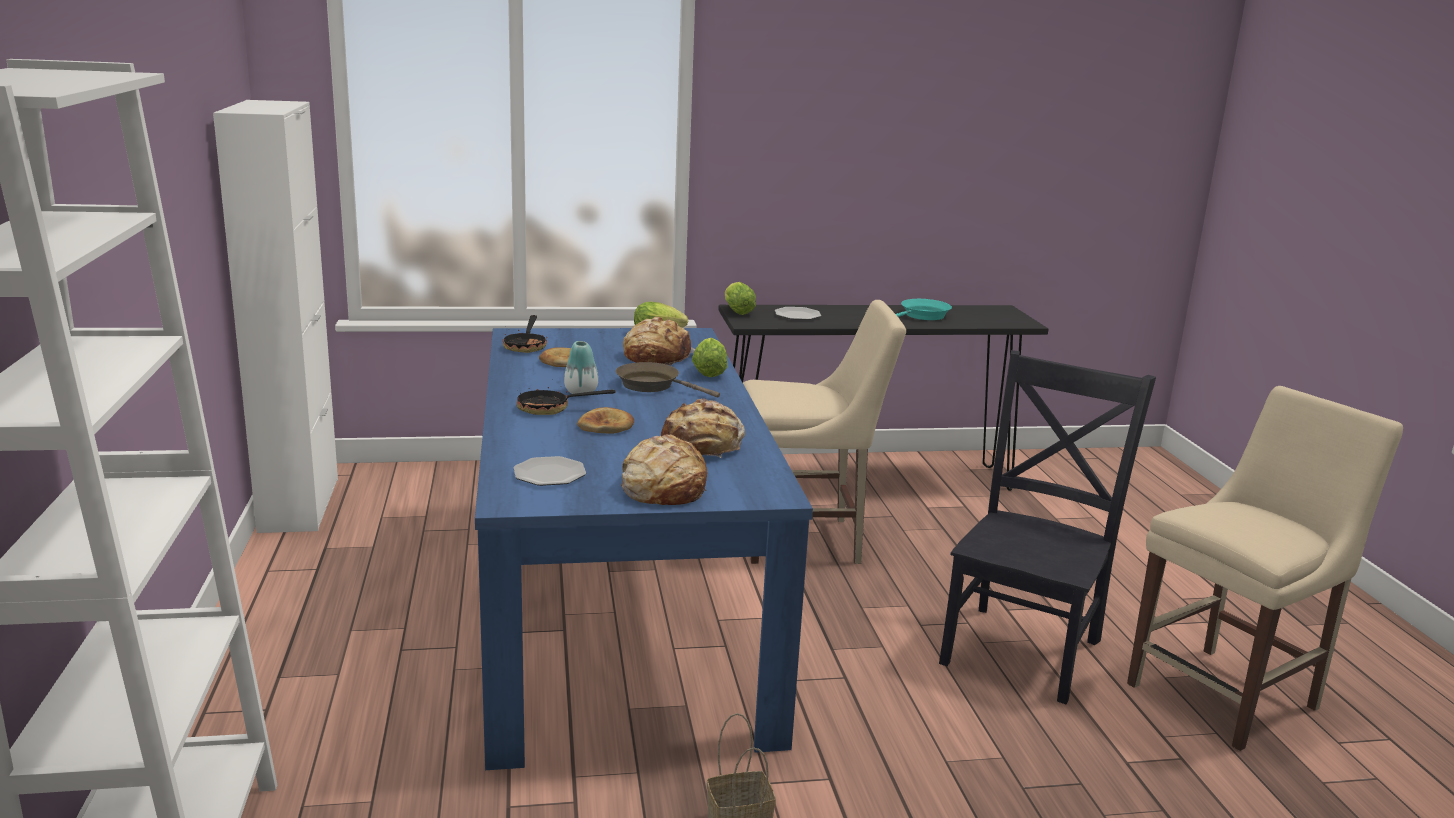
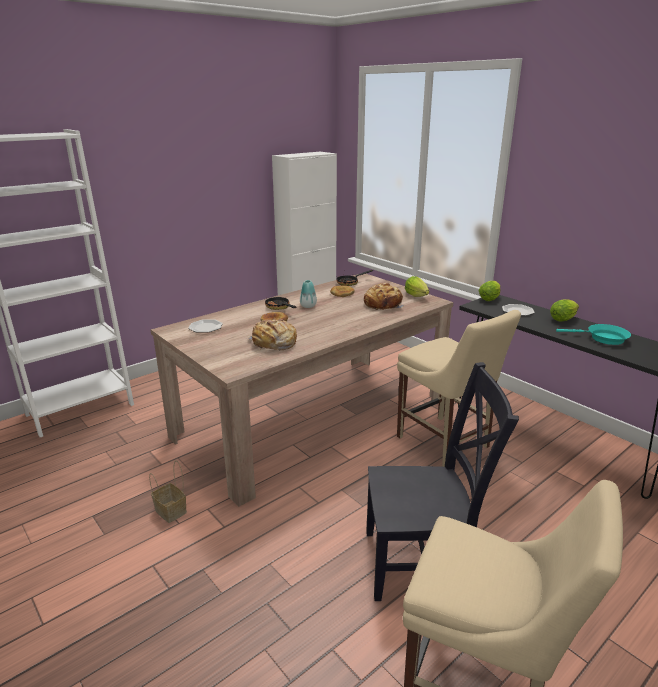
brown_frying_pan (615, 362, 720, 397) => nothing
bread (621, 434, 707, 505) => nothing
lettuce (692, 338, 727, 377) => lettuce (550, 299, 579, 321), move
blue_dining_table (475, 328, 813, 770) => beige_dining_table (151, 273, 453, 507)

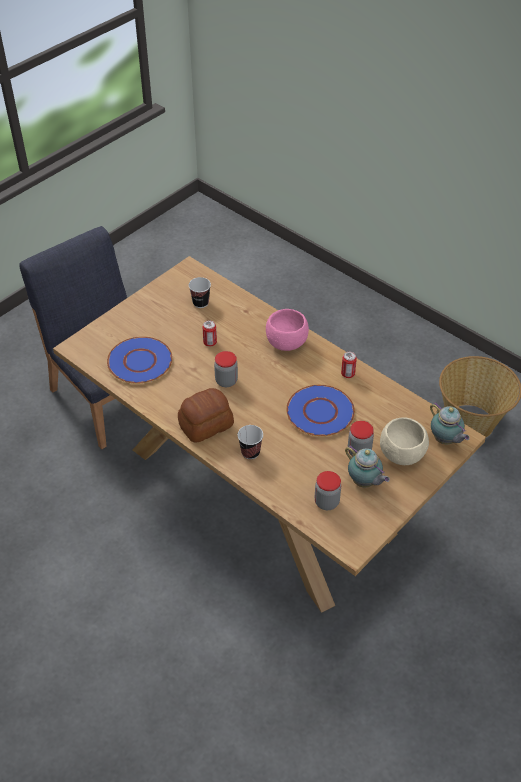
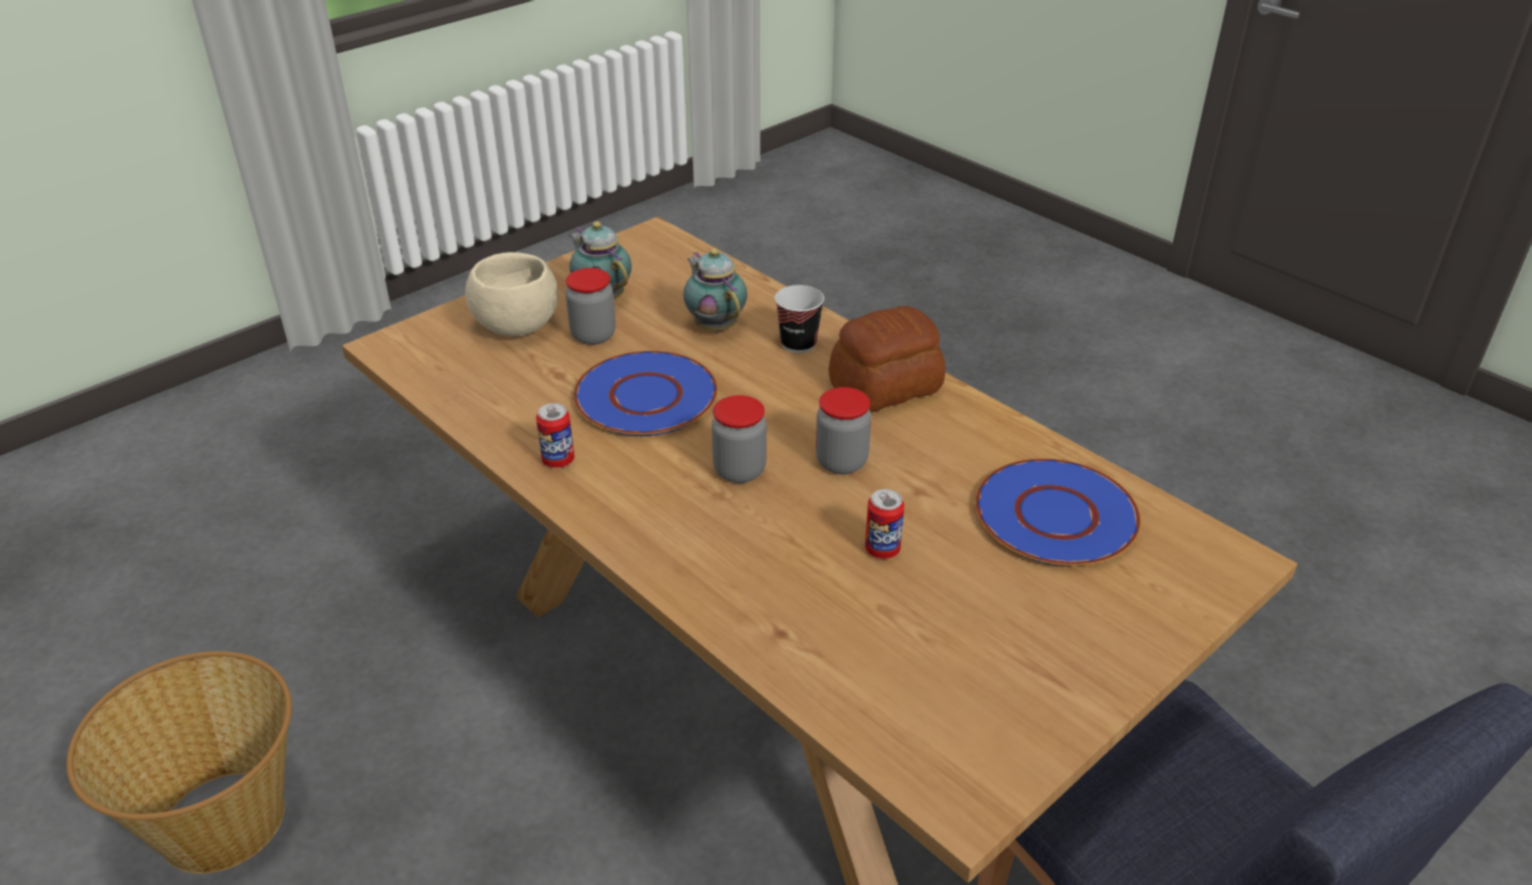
cup (189, 277, 211, 308) => nothing
pink_bowl (266, 309, 309, 351) => nothing
jar (314, 471, 341, 510) => jar (712, 395, 766, 483), move
teapot (430, 402, 470, 444) => teapot (683, 248, 747, 332), move

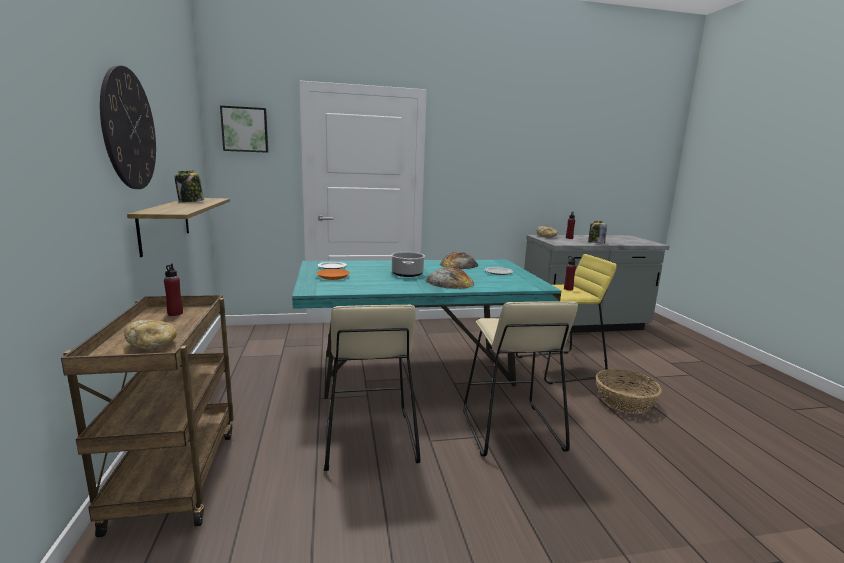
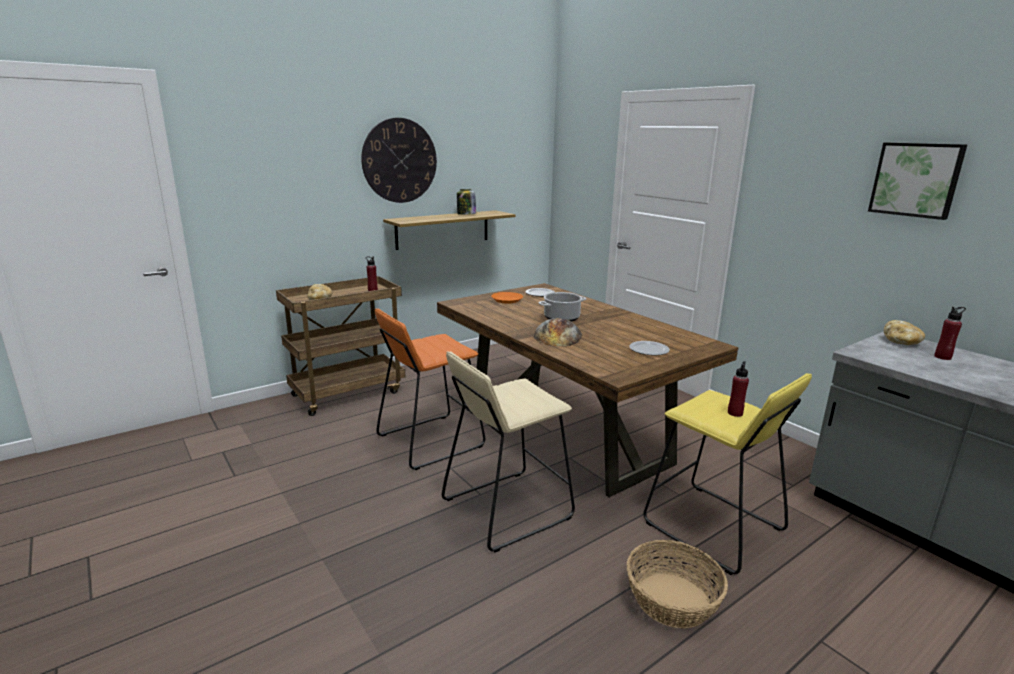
bread (440, 252, 478, 269) => nothing
jar (588, 221, 607, 243) => nothing
picture (220, 106, 268, 153) => picture (868, 143, 967, 220), move
turquoise_dining_table (292, 260, 562, 399) => brown_dining_table (437, 283, 738, 498)
beige_stool (324, 304, 420, 471) => orange_stool (375, 308, 485, 470)

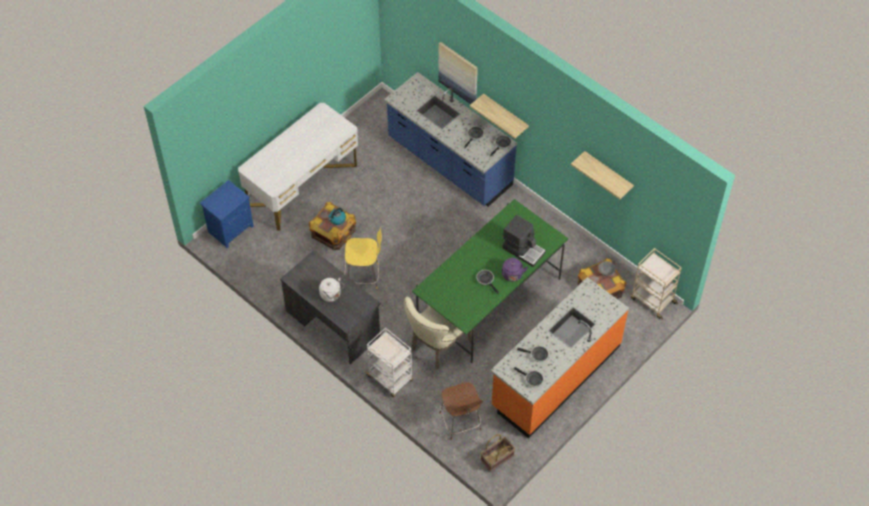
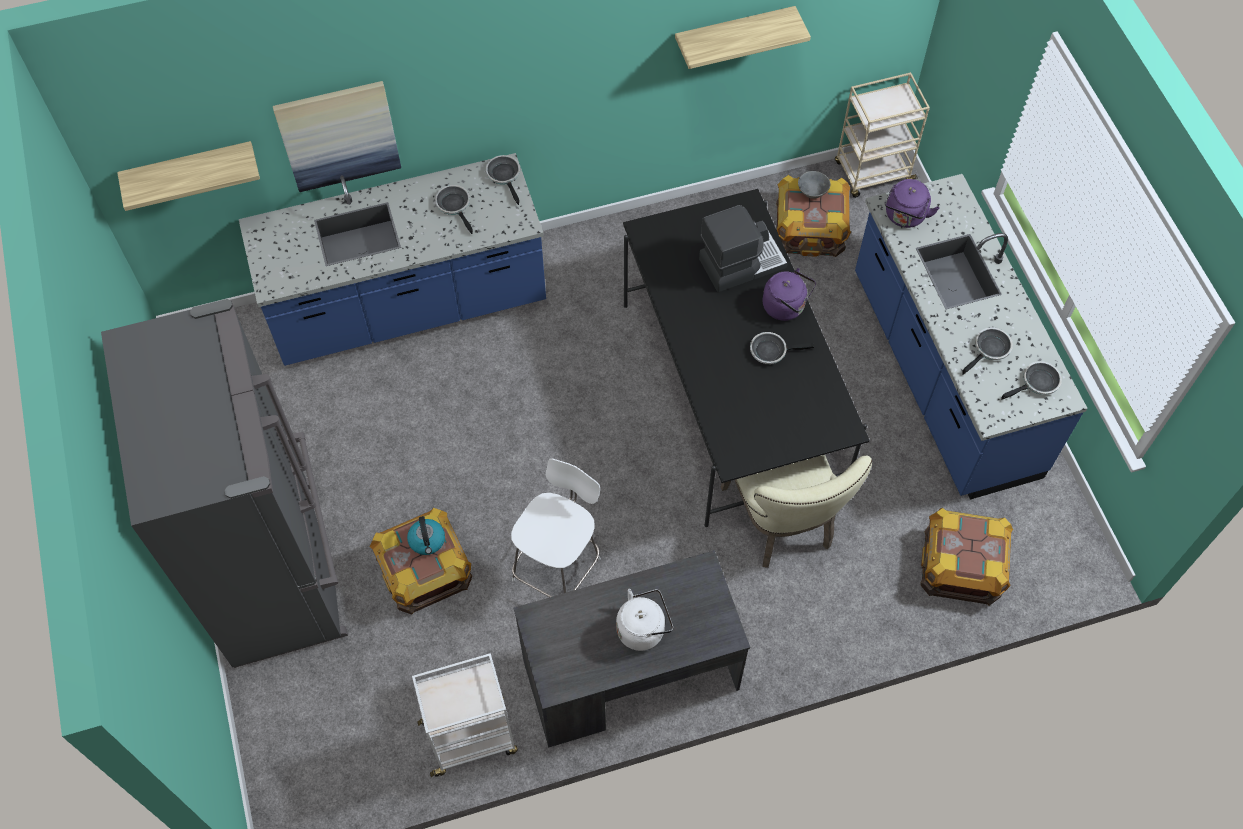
blue_nightstand (200, 180, 254, 249) => nothing
basket (480, 434, 515, 472) => nothing
nothing => purple_kettle (885, 179, 940, 228)
white_cart (366, 327, 413, 397) => white_cart (412, 653, 518, 777), move
shelf (470, 93, 529, 139) => shelf (117, 141, 260, 211), move
white_desk (238, 103, 358, 231) => grey_fridge (101, 299, 348, 668)
brown_stool (440, 382, 483, 440) => crate (920, 508, 1013, 606)
yellow_stool (345, 227, 382, 289) => white_stool (511, 459, 601, 597)
green_dining_table (412, 199, 568, 363) => black_dining_table (623, 189, 870, 527)
orange_counter (490, 277, 629, 438) => blue_counter (855, 174, 1087, 500)

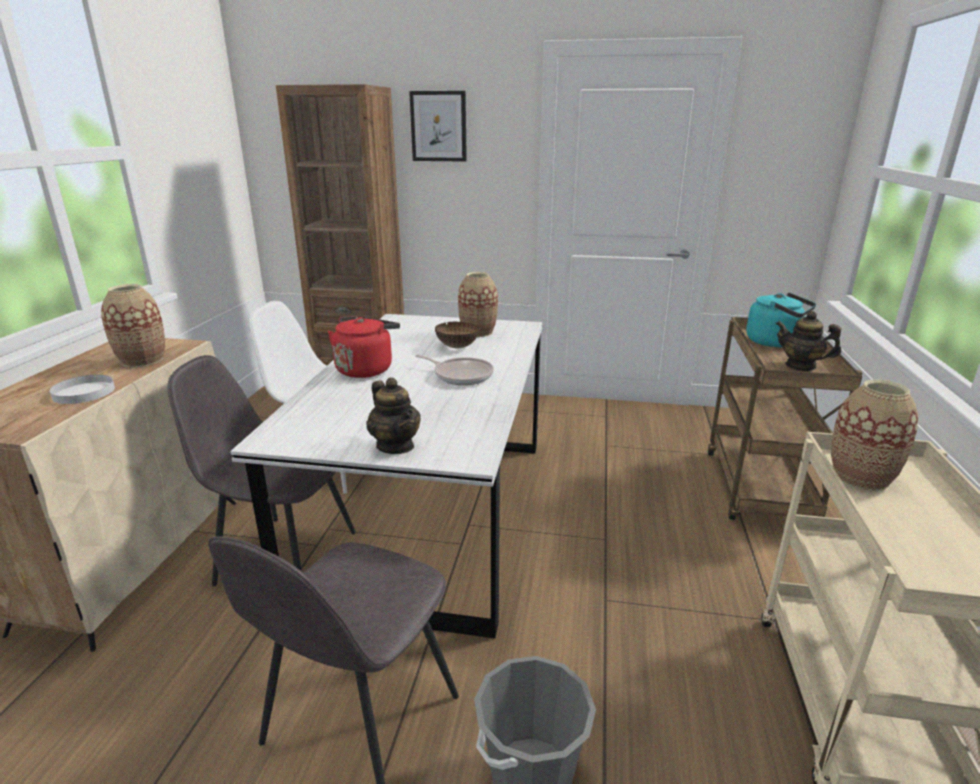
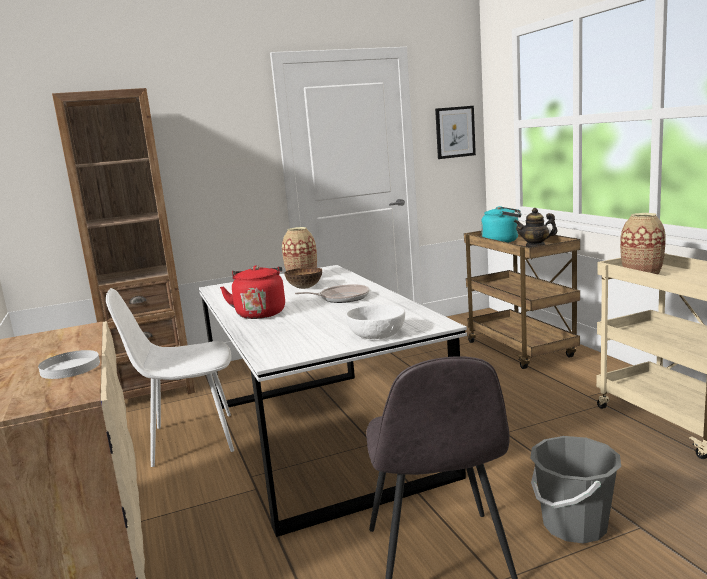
vase (101, 284, 165, 367) => nothing
grey_chair (168, 355, 356, 586) => nothing
picture (409, 91, 467, 162) => picture (435, 106, 476, 159), move
teapot (366, 377, 421, 454) => white_bowl (346, 304, 405, 339)

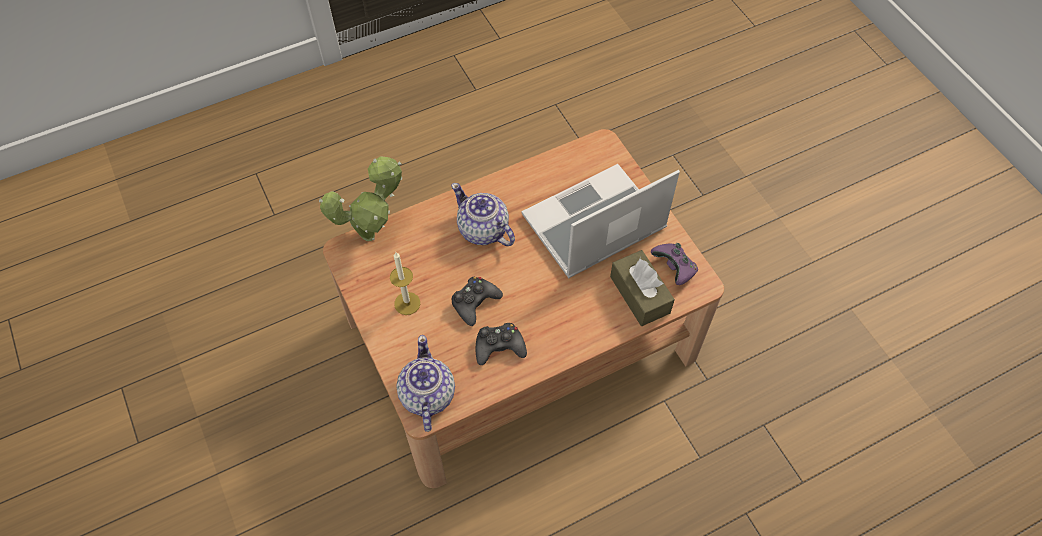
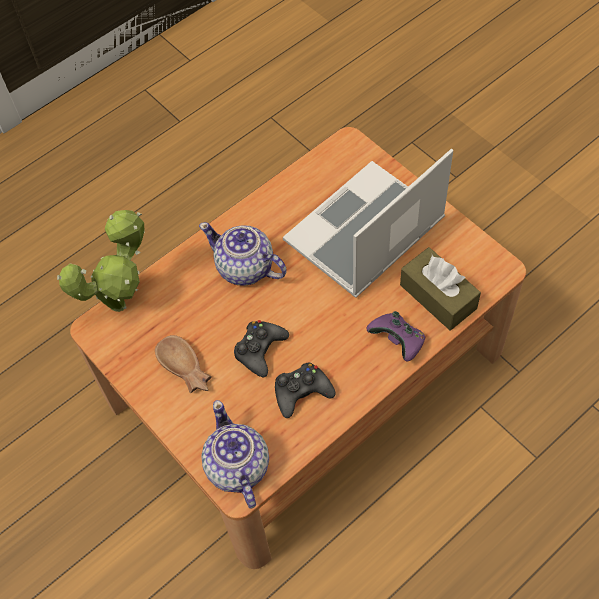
purple_game_controller (651, 243, 698, 285) => purple_game_controller (367, 311, 426, 361), move
candle (390, 252, 420, 315) => brown_bowl (155, 335, 212, 393)

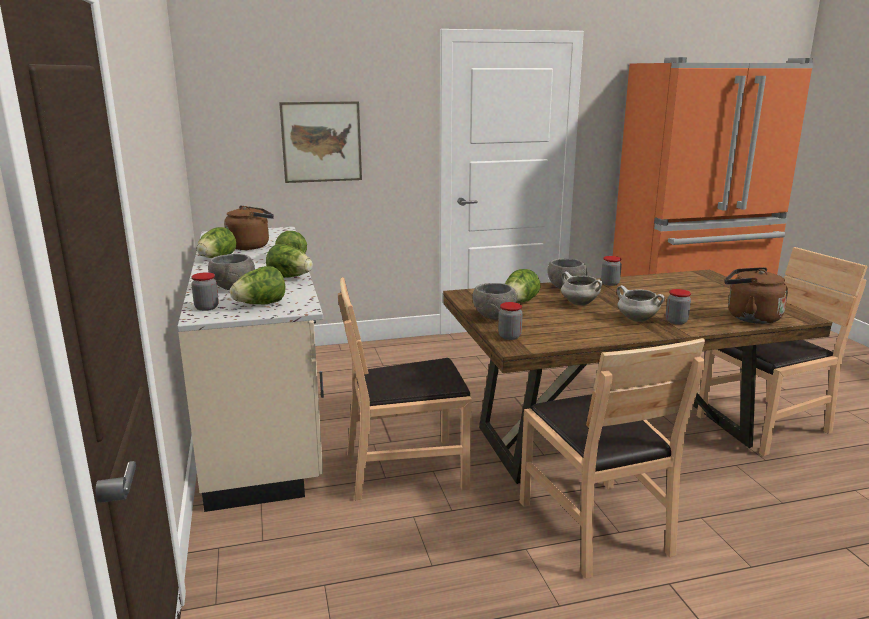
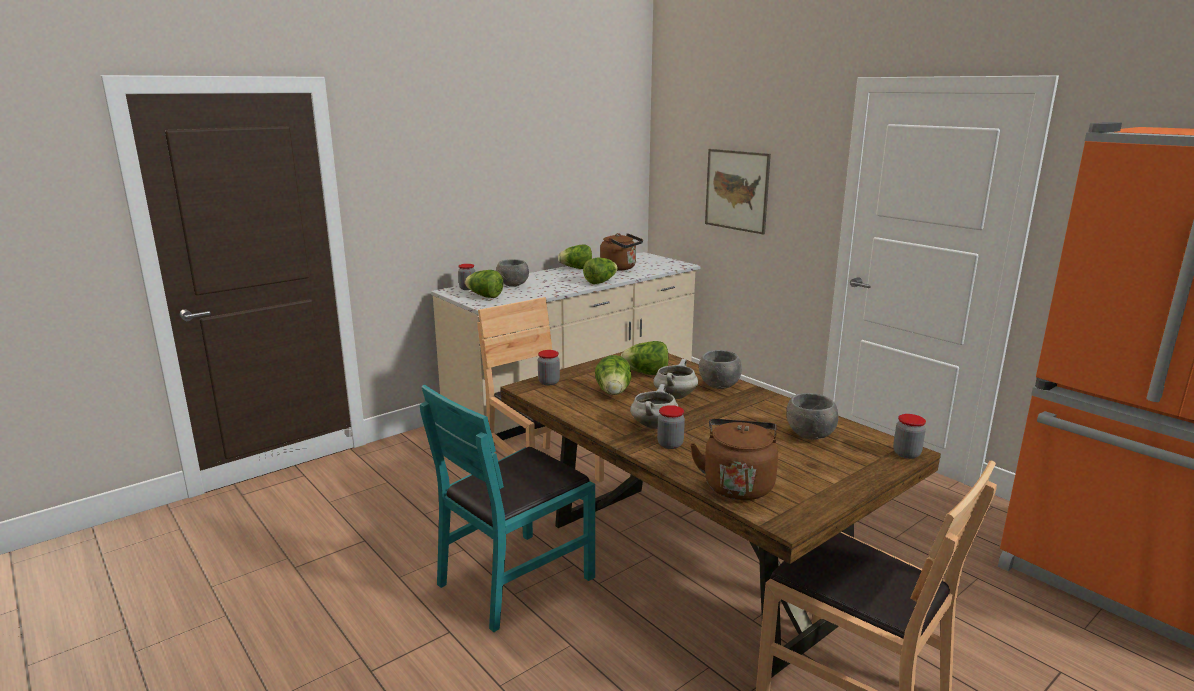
lettuce (266, 244, 313, 278) => lettuce (595, 355, 631, 395), move
grey_bowl (473, 283, 517, 320) => grey_bowl (786, 393, 838, 440), move
jar (601, 256, 622, 286) => jar (893, 414, 926, 459), move
brown_chair (520, 338, 705, 579) => turquoise_chair (420, 385, 595, 632)

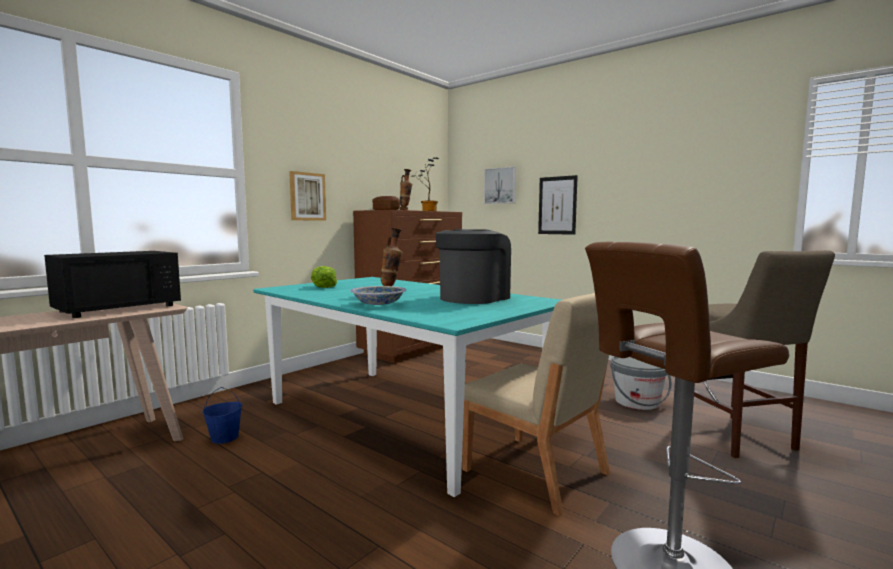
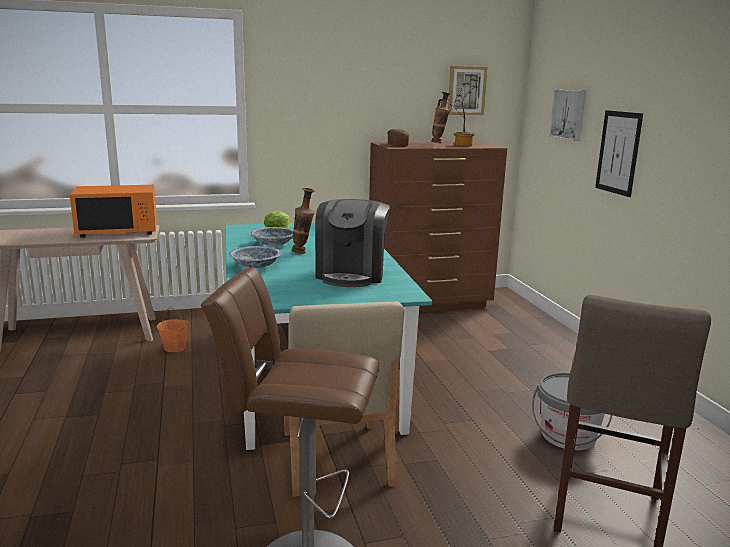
nothing => bowl (250, 227, 293, 246)
picture (289, 171, 326, 221) => picture (448, 66, 487, 115), move
black_microwave (44, 251, 181, 318) => orange_microwave (70, 185, 157, 238)
blue_bucket (202, 387, 242, 444) => orange_bucket (157, 308, 189, 352)
coffee_machine (436, 229, 511, 304) => coffee_machine (315, 199, 390, 287), 120 degrees clockwise

